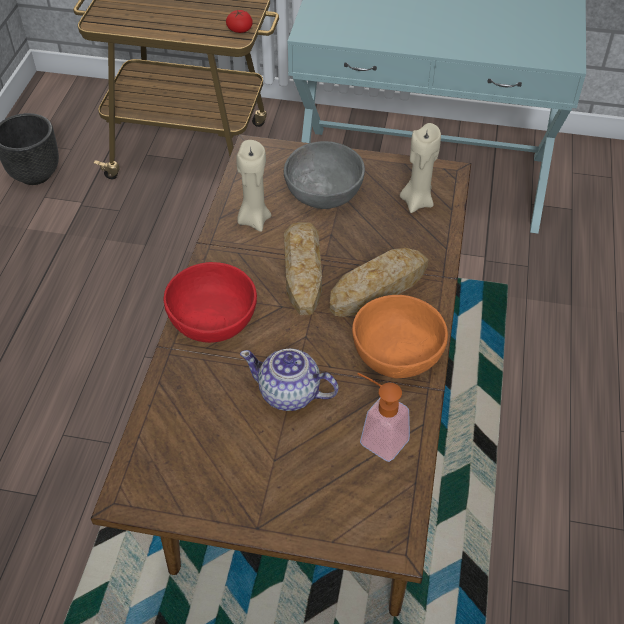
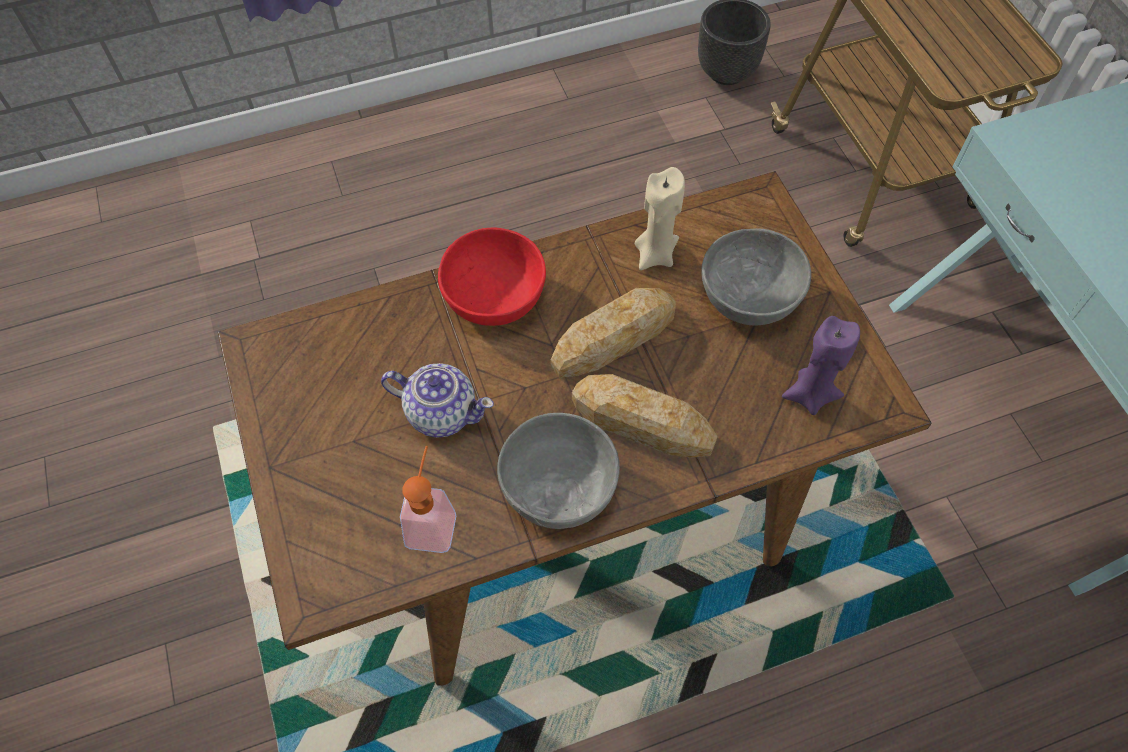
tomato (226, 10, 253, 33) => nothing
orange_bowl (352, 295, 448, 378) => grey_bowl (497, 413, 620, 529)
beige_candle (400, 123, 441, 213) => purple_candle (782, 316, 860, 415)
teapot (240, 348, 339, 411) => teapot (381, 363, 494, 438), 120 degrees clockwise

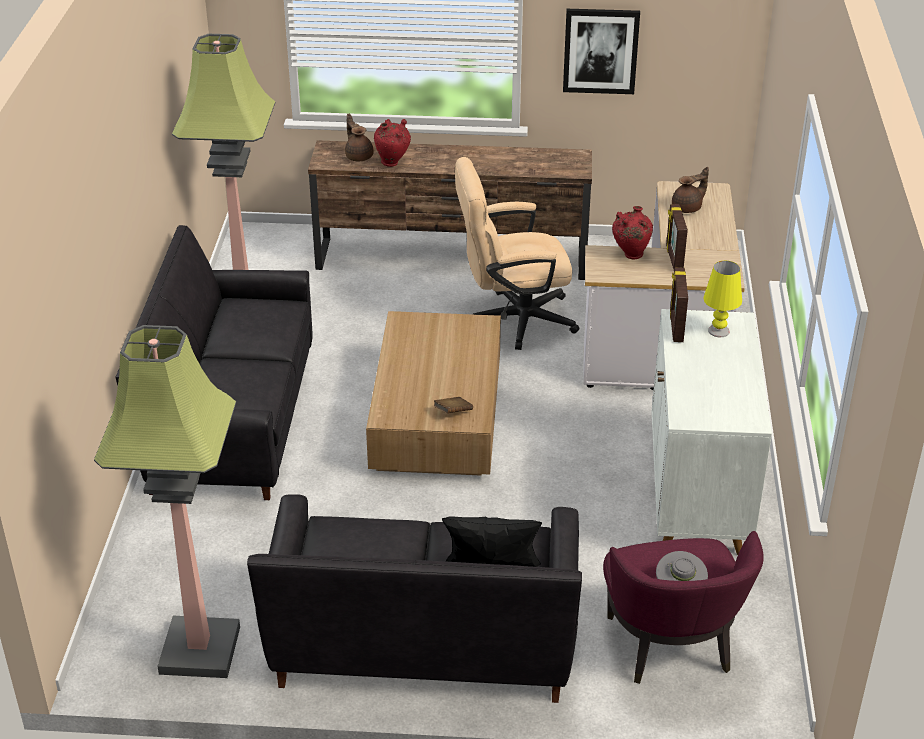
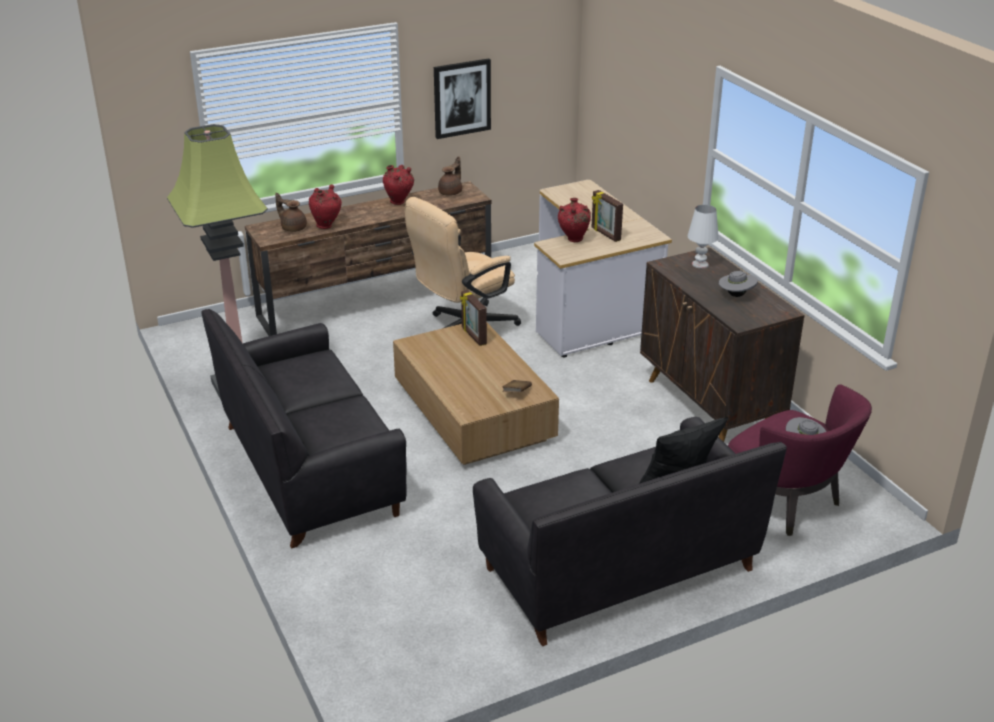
floor_lamp (94, 325, 240, 678) => nothing
nothing => red_vase (383, 165, 414, 205)
nothing => grey_hat (719, 268, 758, 297)
picture_frame (670, 267, 688, 342) => picture_frame (460, 290, 487, 346), move
brown_teapot (672, 167, 709, 213) => brown_teapot (438, 156, 462, 195), move
white_cabinet (652, 309, 772, 555) => brown_cabinet (640, 247, 804, 442)
yellow_table_lamp (703, 261, 742, 337) => white_table_lamp (688, 205, 719, 269)

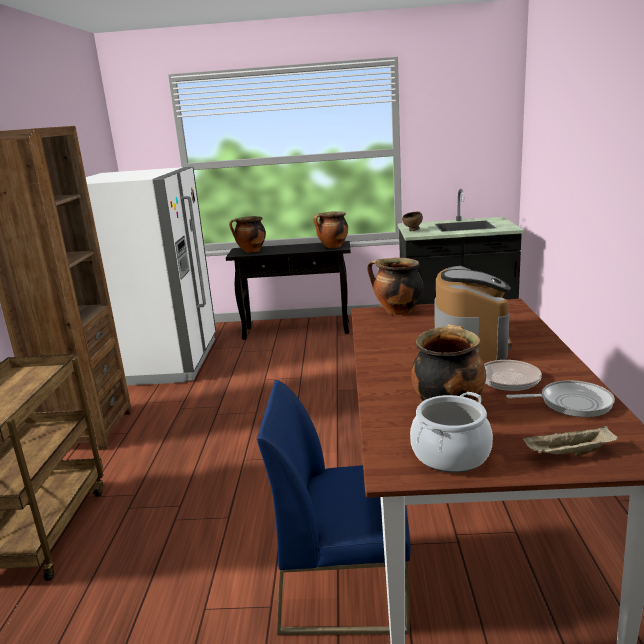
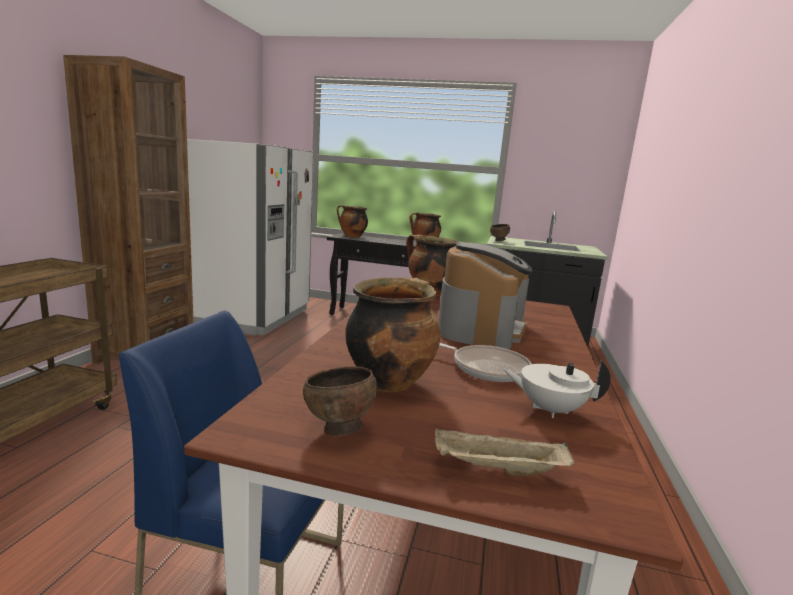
cooking_pot (410, 392, 493, 473) => brown_bowl (303, 367, 377, 436)
frying_pan (506, 380, 615, 417) => white_teapot (502, 360, 611, 418)

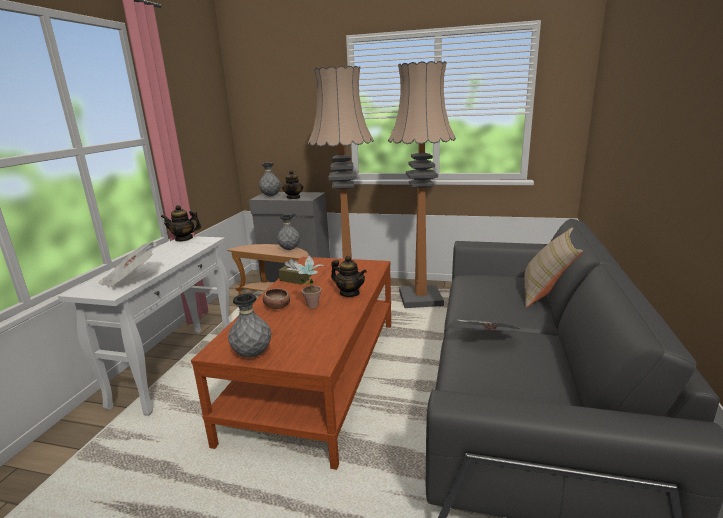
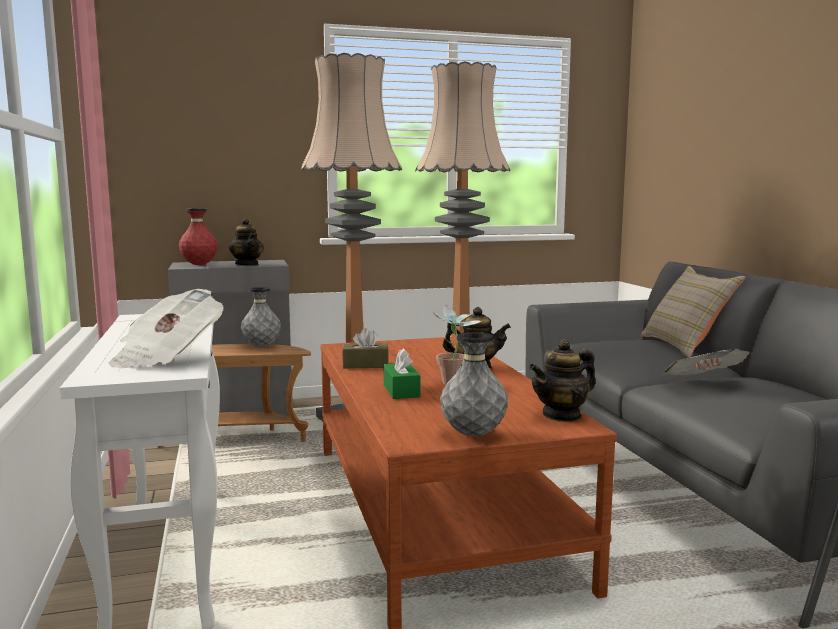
teapot (161, 205, 201, 242) => teapot (529, 339, 596, 422), move
bowl (263, 288, 290, 309) => green_tissue_box (383, 348, 420, 399)
grey_vase (259, 163, 281, 196) => red_vase (179, 208, 218, 265)

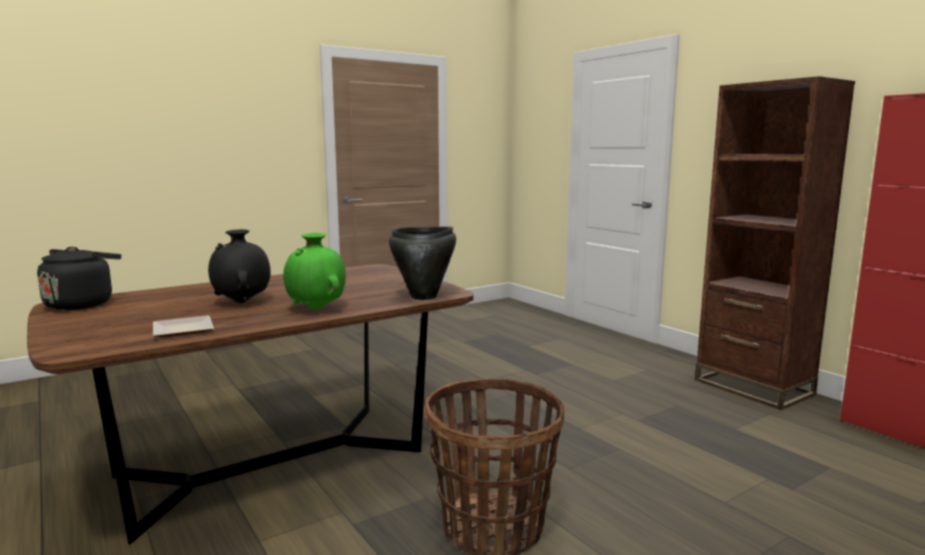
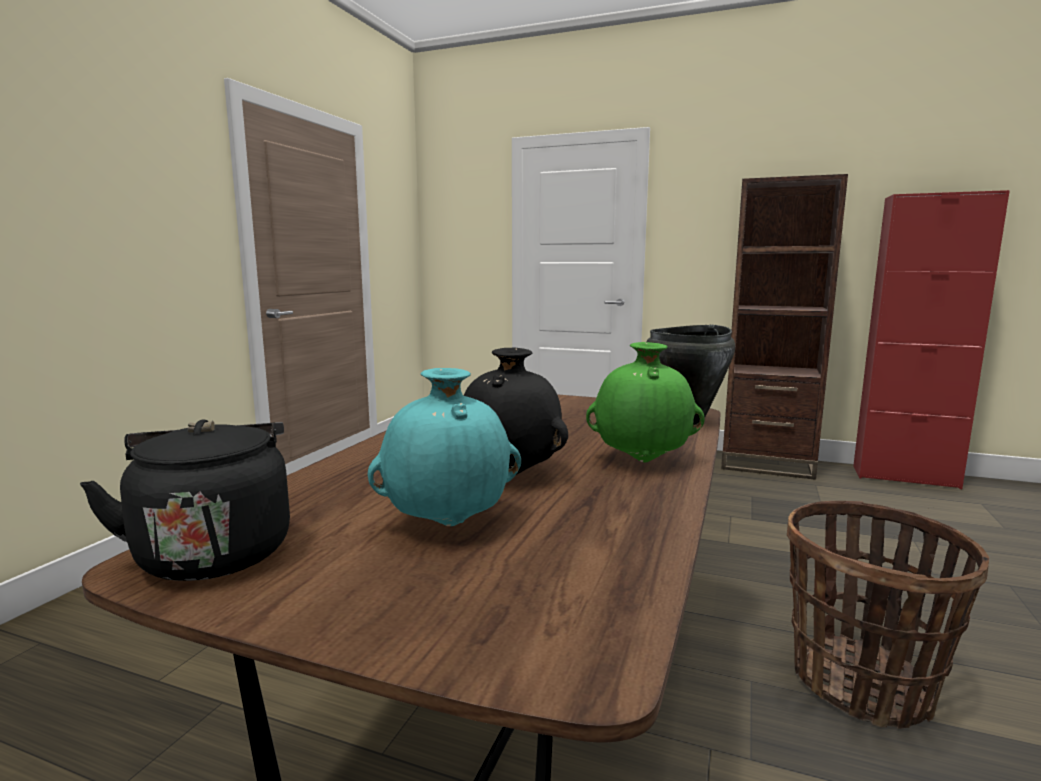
plate (153, 315, 214, 337) => nothing
nothing => turquoise_vase (367, 368, 521, 526)

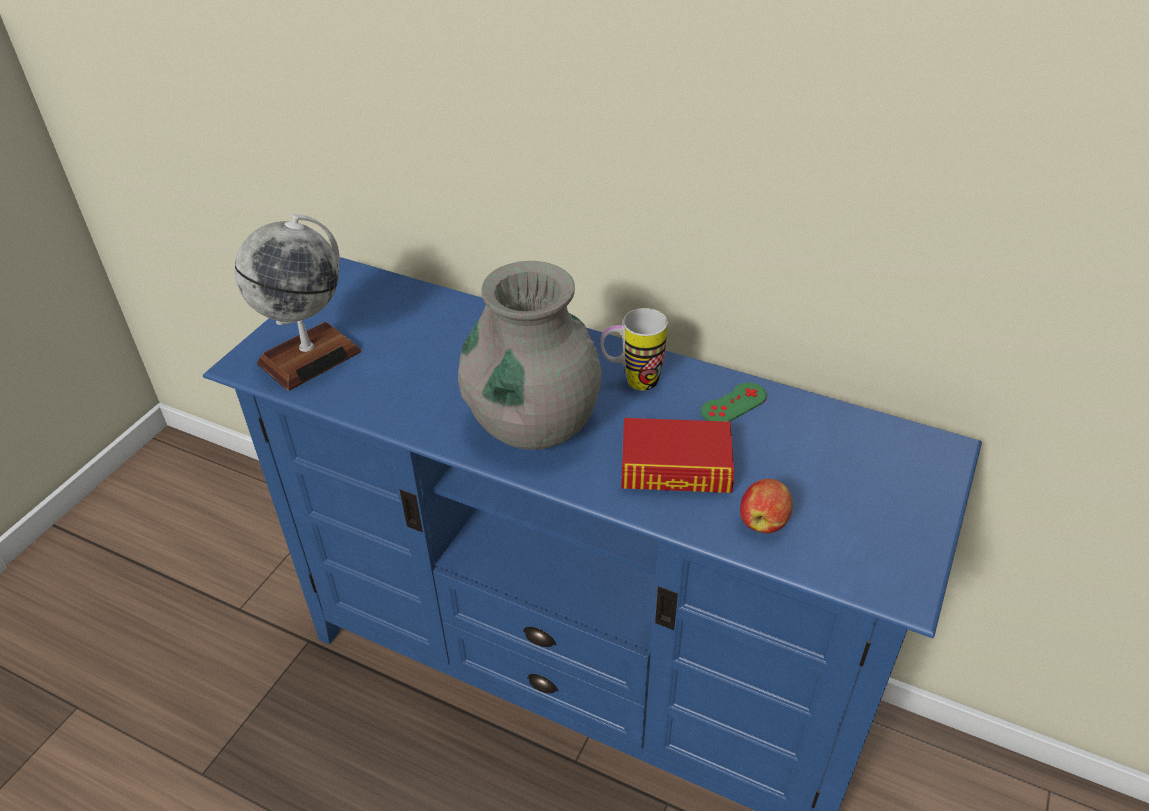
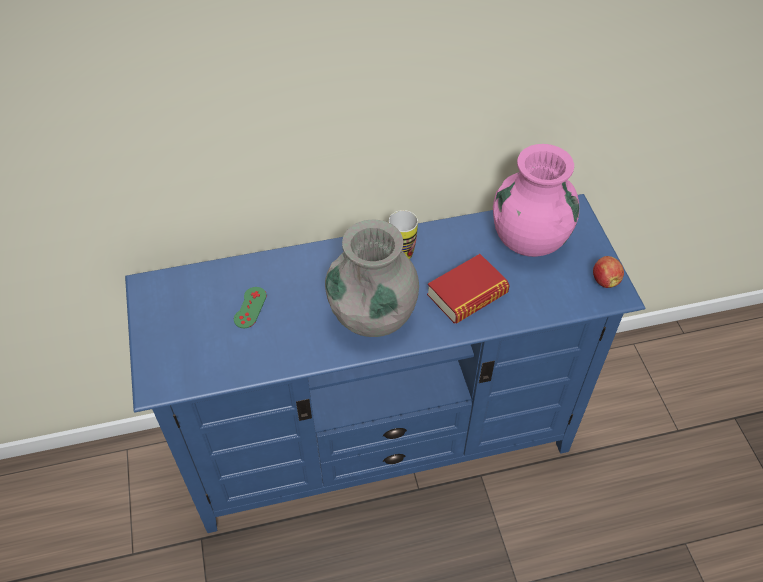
globe (235, 214, 362, 391) => nothing
nothing => pink_vase (493, 144, 579, 257)
green_game_controller (701, 383, 767, 422) => green_game_controller (234, 287, 267, 328), move
apple (740, 479, 793, 533) => apple (593, 256, 624, 288), move

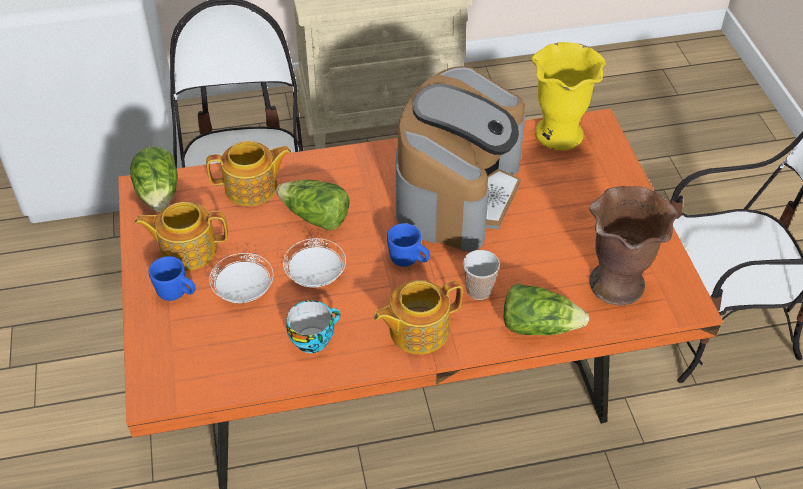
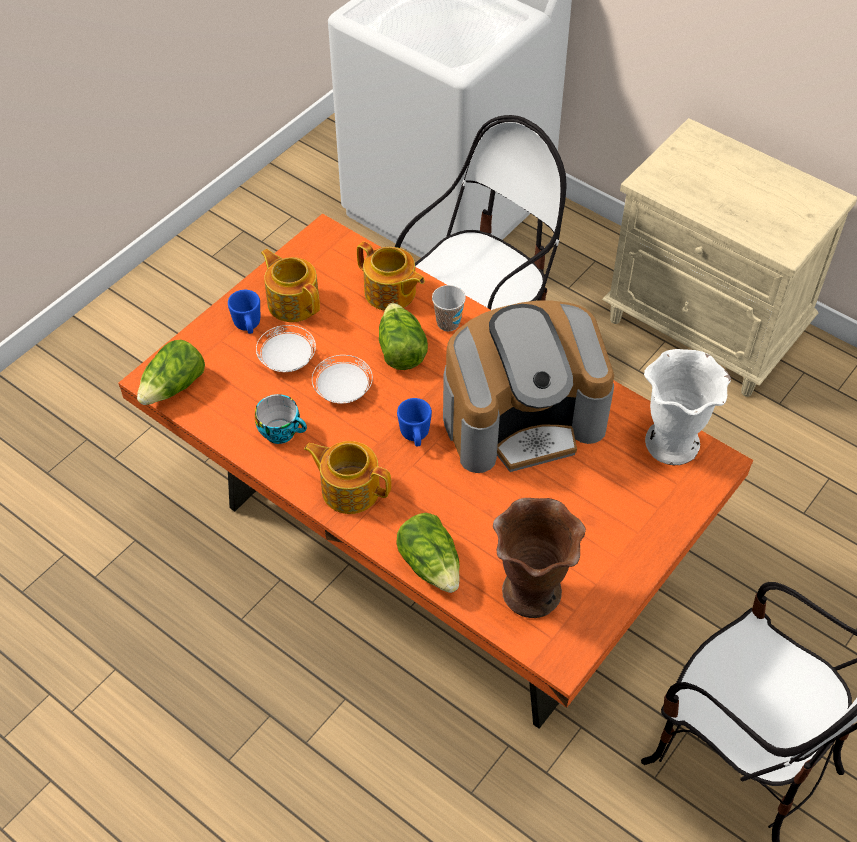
lettuce (130, 147, 178, 212) => lettuce (137, 340, 205, 405), move
cup (463, 250, 500, 300) => cup (432, 285, 466, 331), move
yellow_vase (531, 42, 606, 150) => white_vase (644, 349, 731, 465)

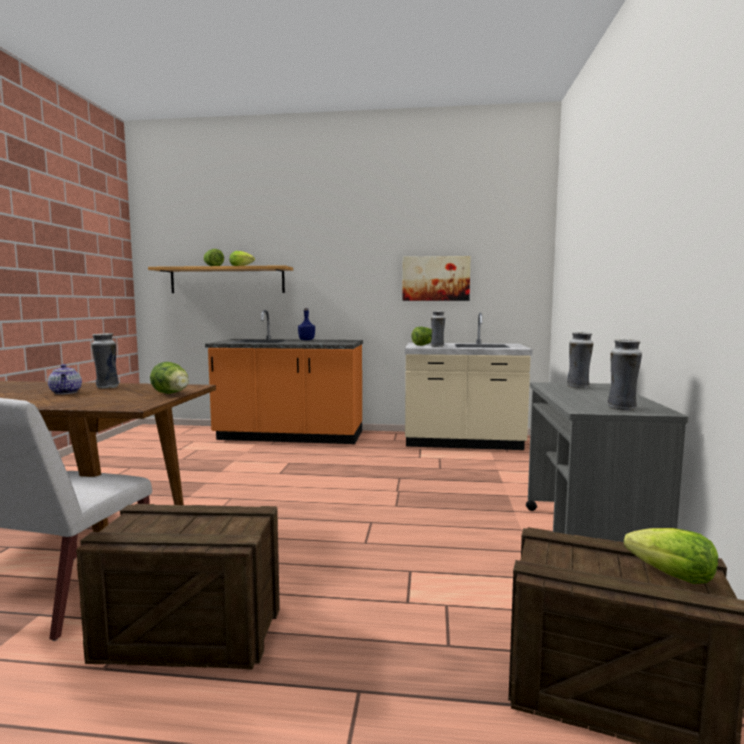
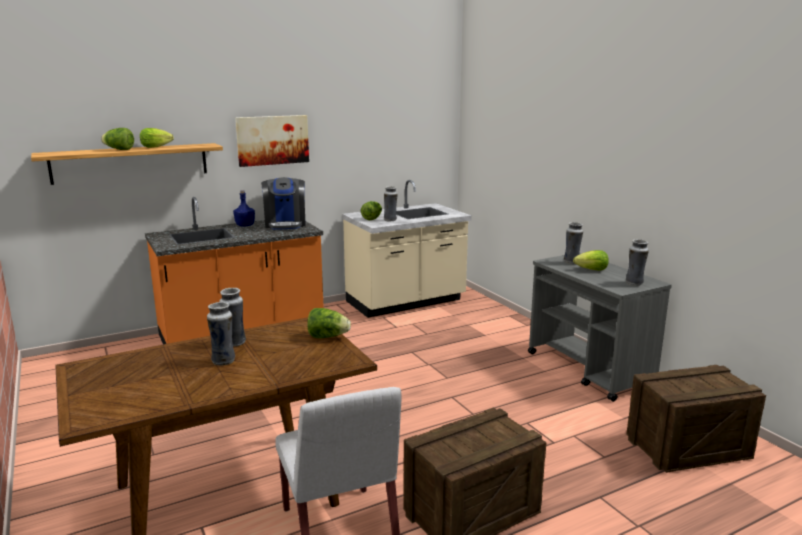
nothing => coffee_machine (261, 177, 306, 230)
picture (402, 256, 471, 301) => picture (235, 115, 309, 167), move
lettuce (624, 528, 718, 584) => lettuce (573, 250, 609, 271), move
teapot (48, 364, 82, 394) => vase (207, 302, 235, 366)

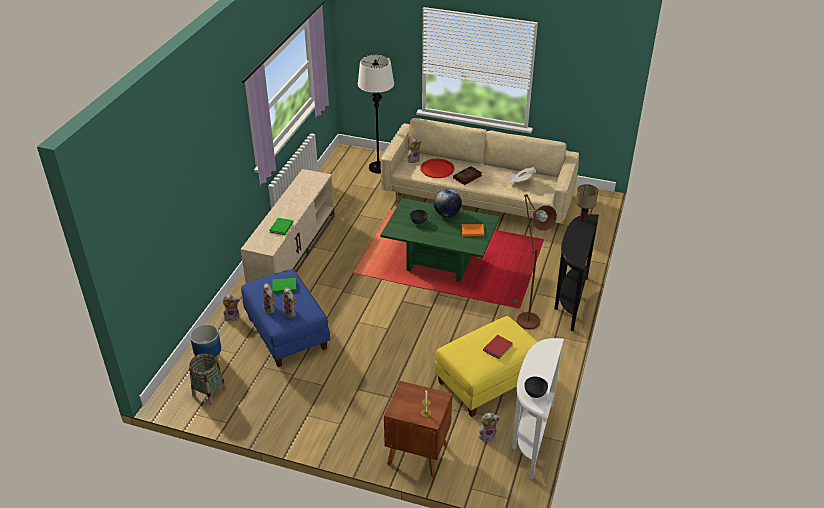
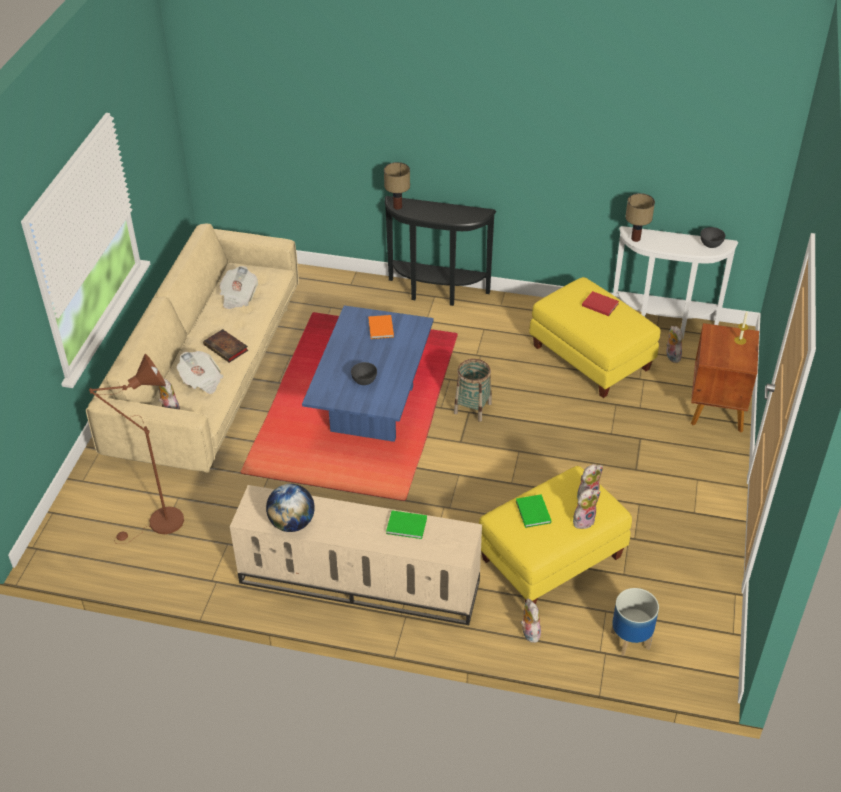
white_floor_lamp (358, 55, 394, 173) => nothing
nothing => table_lamp (625, 193, 655, 242)
basket (189, 353, 226, 405) => basket (454, 359, 492, 422), move
globe (434, 189, 462, 217) => globe (266, 484, 315, 532), move
brown_floor_lamp (512, 194, 557, 329) => brown_floor_lamp (89, 354, 184, 544), move
red_tray (420, 159, 455, 178) => newspaper (177, 351, 223, 394)
blue_ottoman (241, 269, 330, 367) => yellow_ottoman (479, 466, 632, 604)
green_coffee_table (380, 198, 500, 282) => blue_coffee_table (302, 305, 434, 442)

